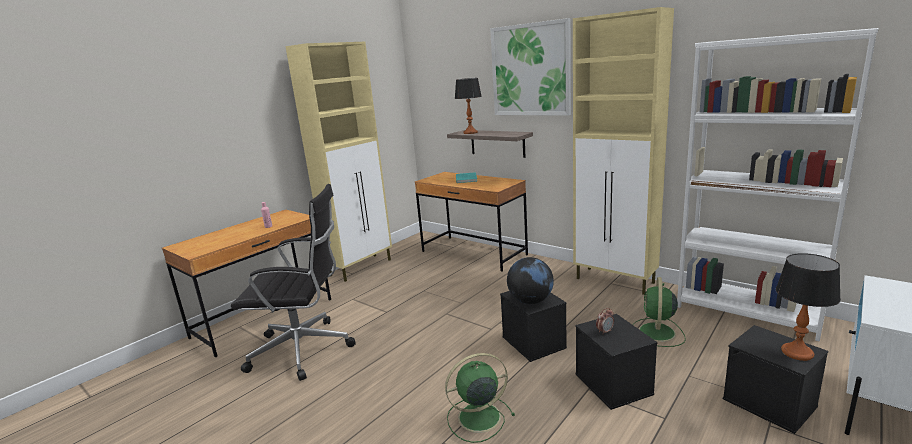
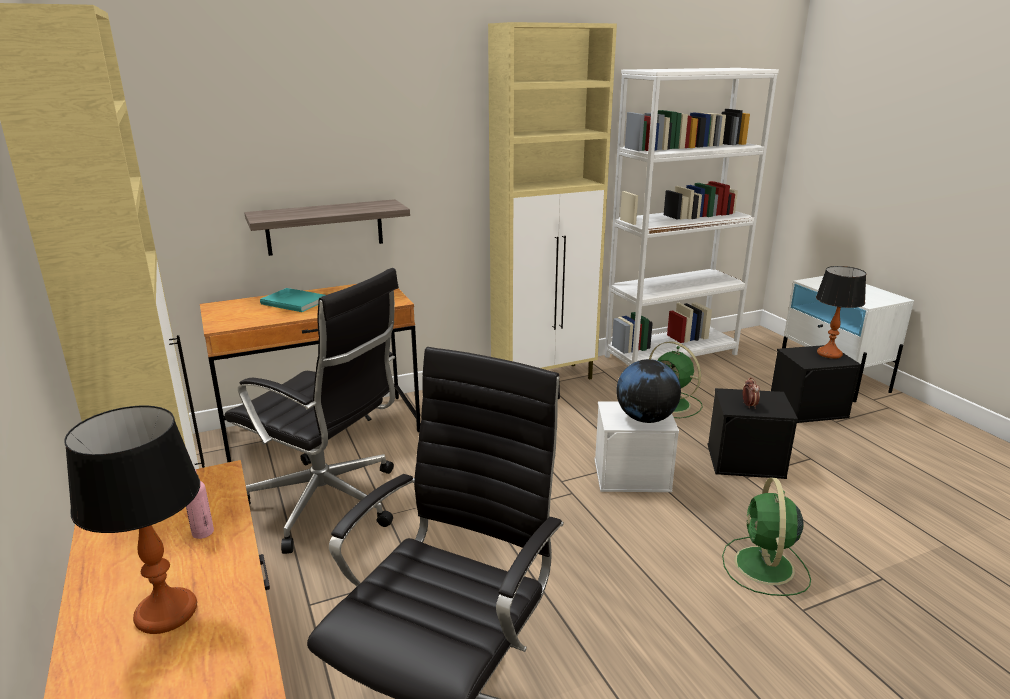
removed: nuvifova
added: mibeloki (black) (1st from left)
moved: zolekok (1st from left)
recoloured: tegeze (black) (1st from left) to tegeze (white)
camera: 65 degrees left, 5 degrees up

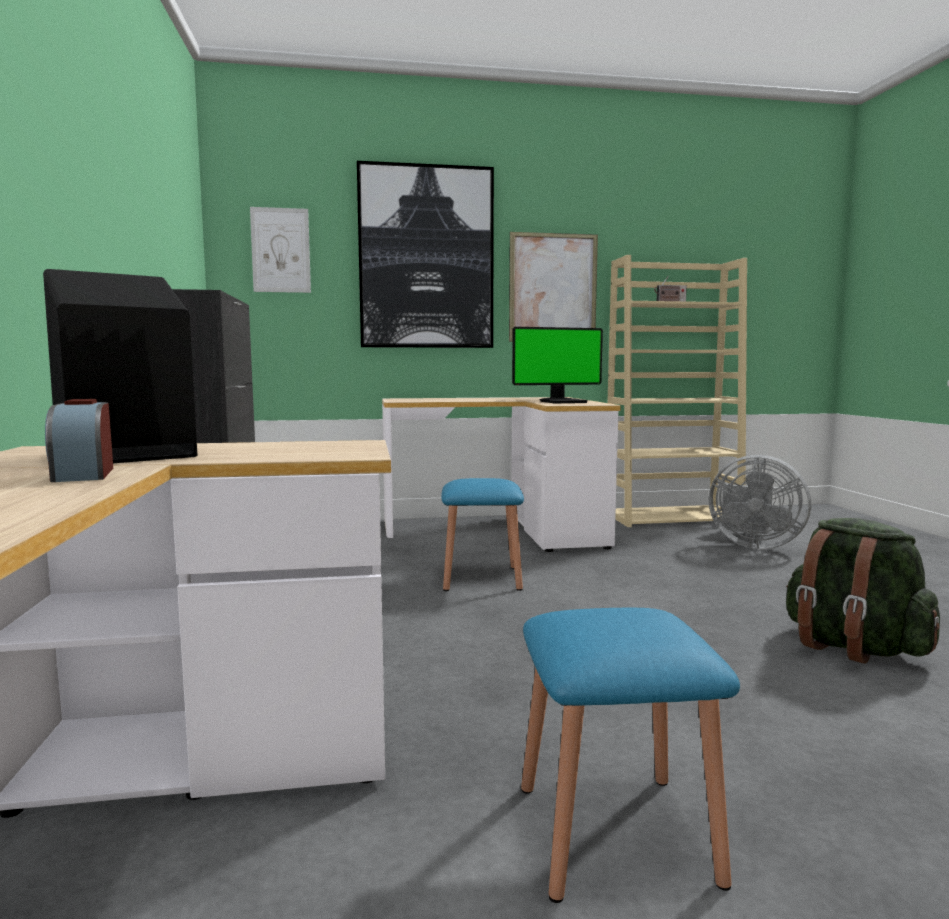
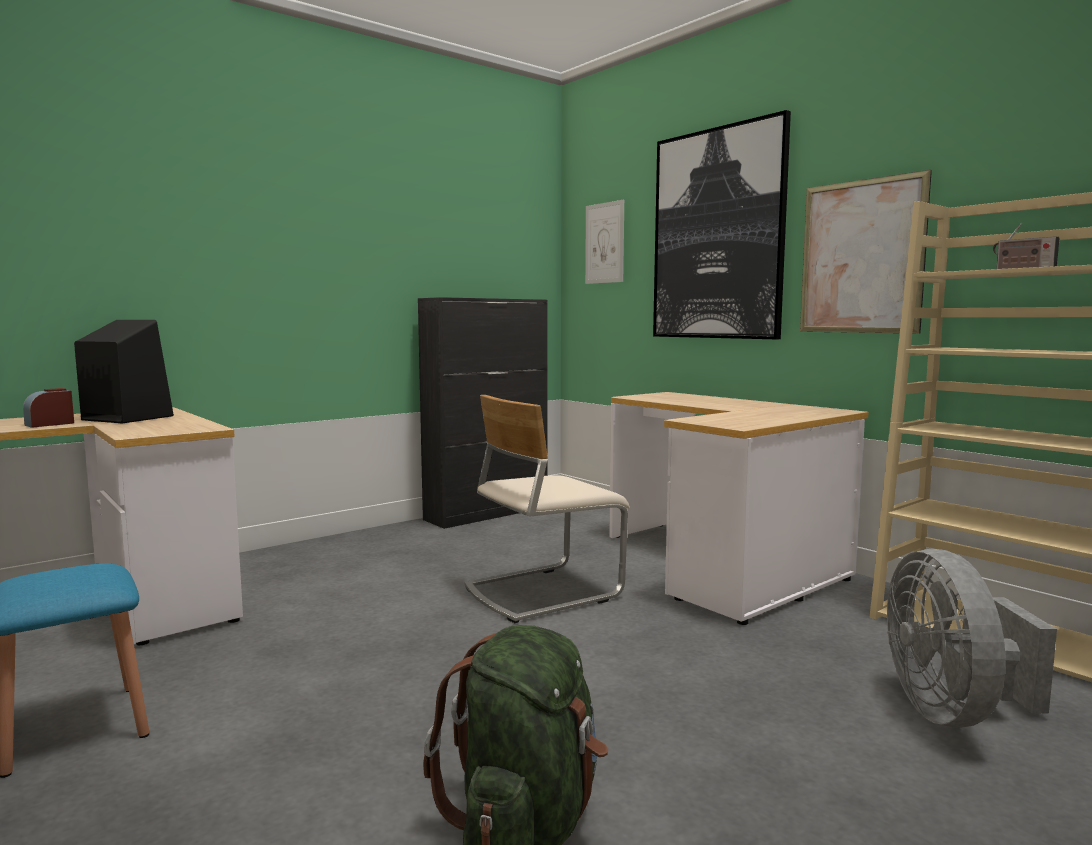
removed: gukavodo
replaced: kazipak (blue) (1st from left) to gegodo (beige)
camera: 60 degrees right, 0 degrees up

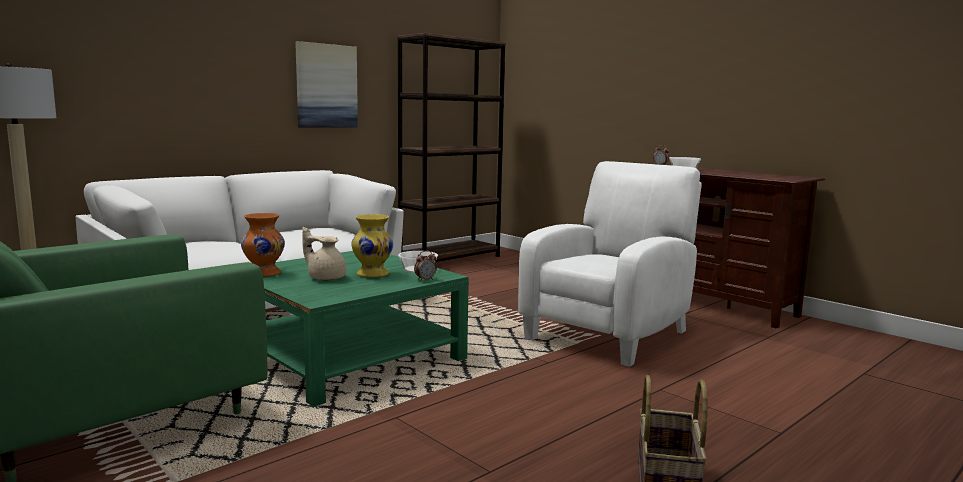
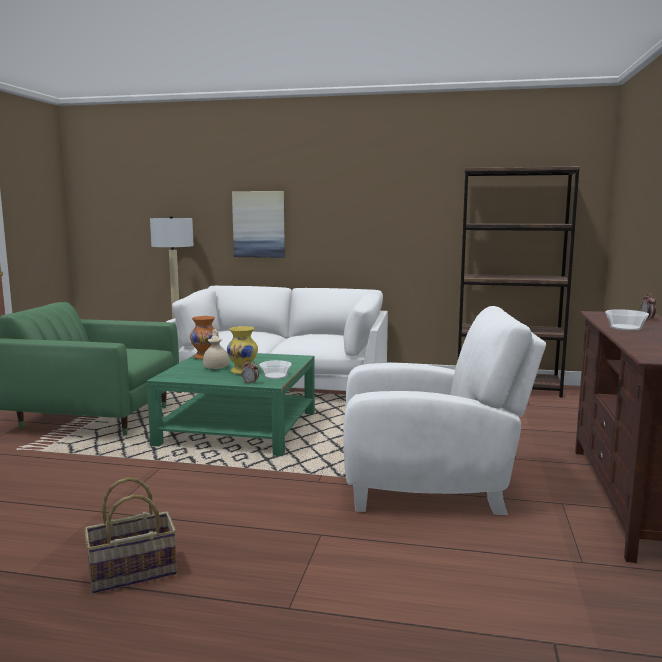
moved: nuvifova
camera: 55 degrees right, 0 degrees up

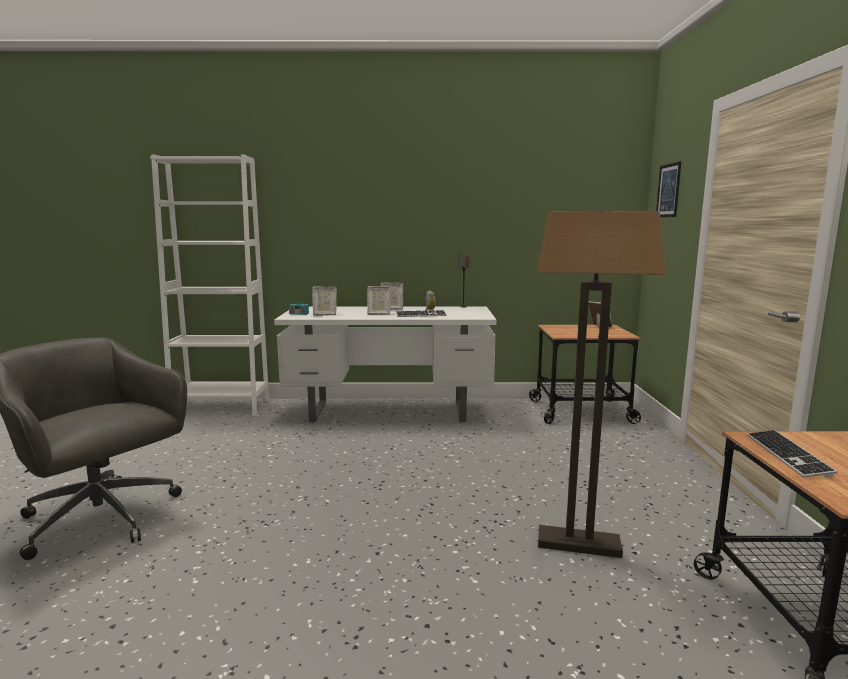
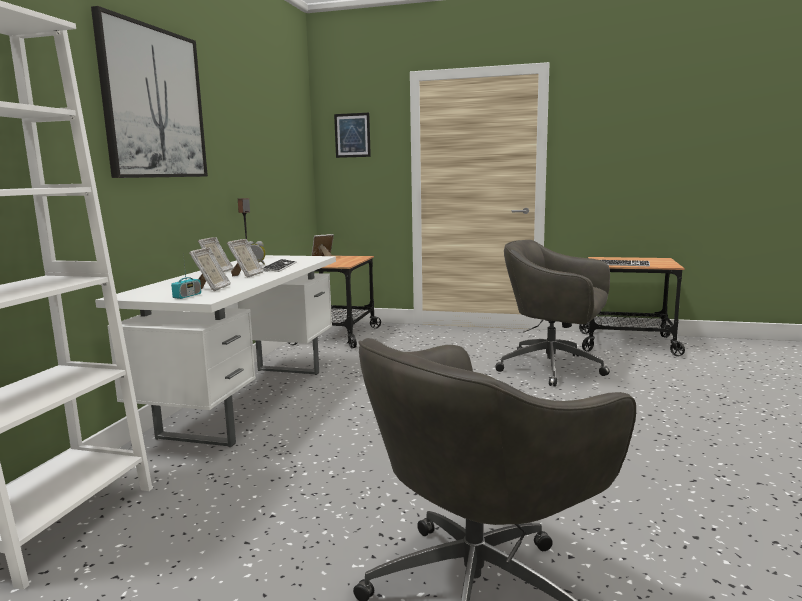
added: nuvifova (1st from left)
replaced: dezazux to mibeloki (grey) (2nd from left)
camera: 75 degrees left, 0 degrees up

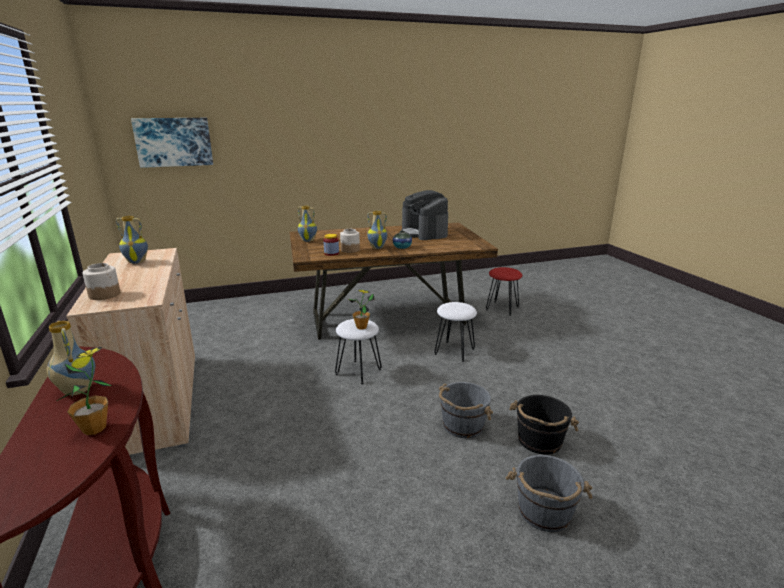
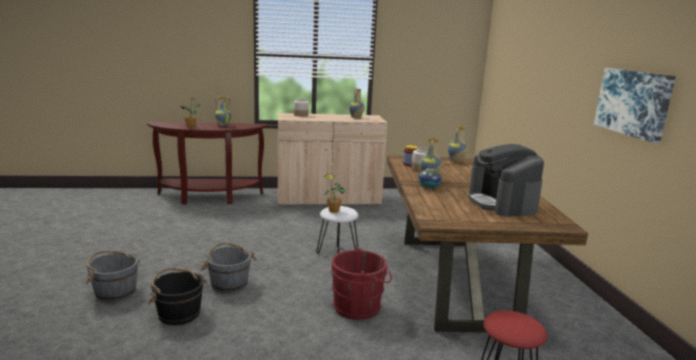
moved: nuvifova
replaced: kazipak (white) (2nd from left) to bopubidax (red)
turned: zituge 90 degrees counterclockwise
camera: 100 degrees right, 5 degrees down

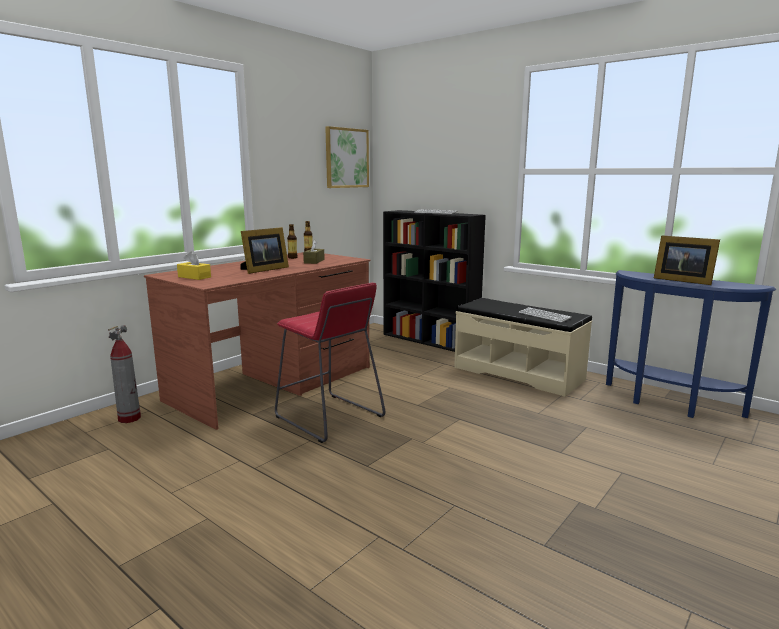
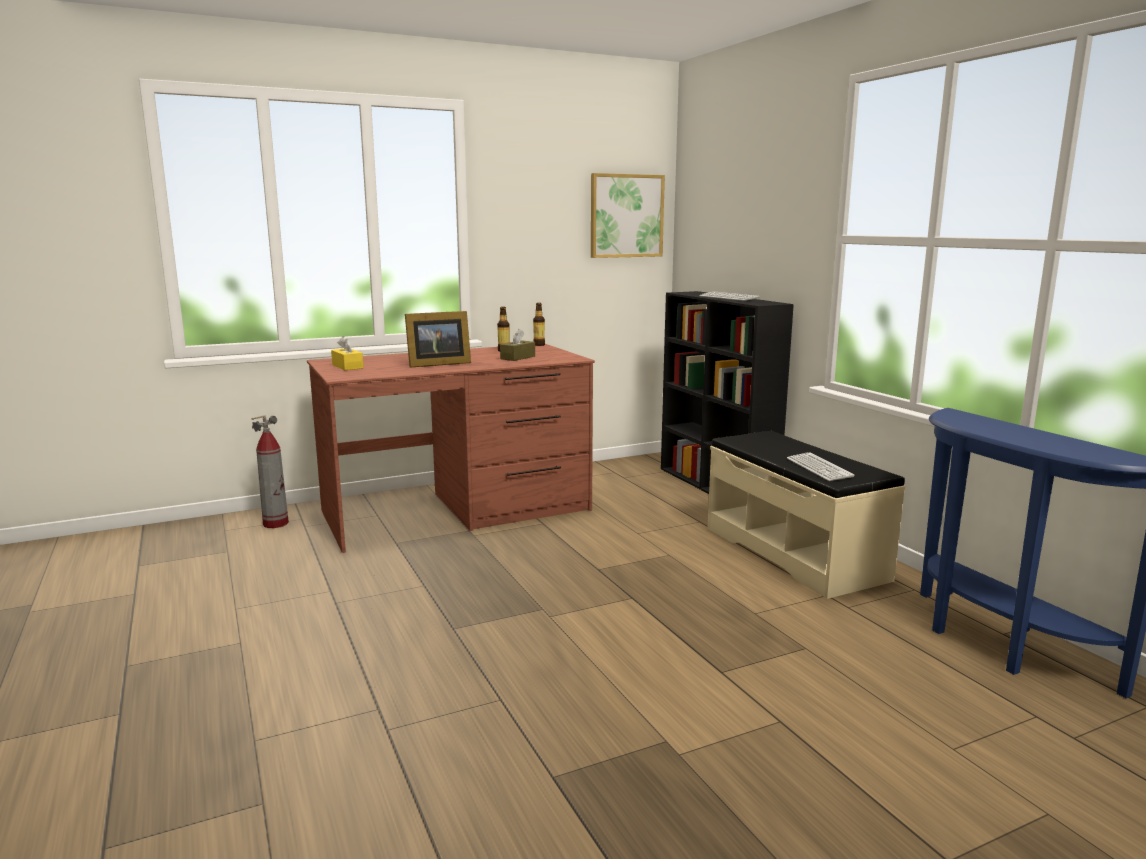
removed: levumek (2nd from left); kazipak (red)
camera: 25 degrees right, 0 degrees up

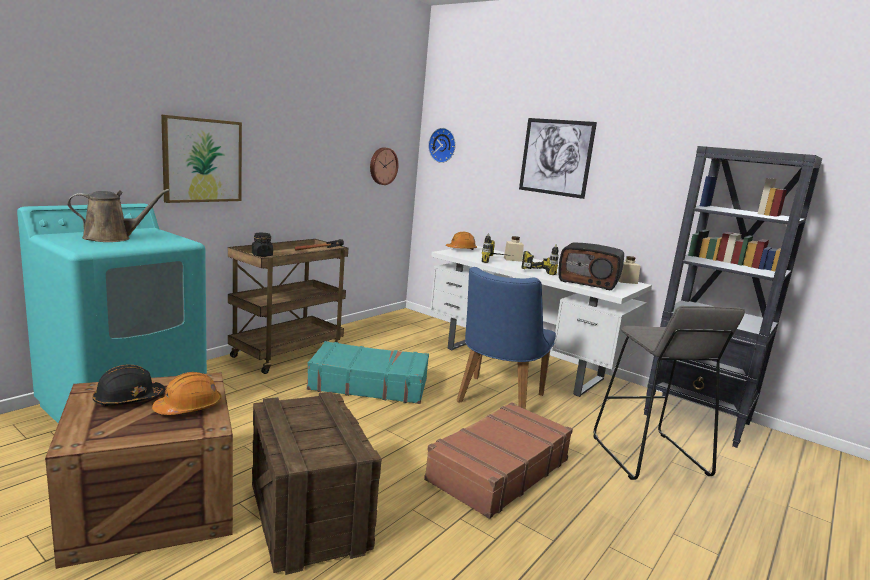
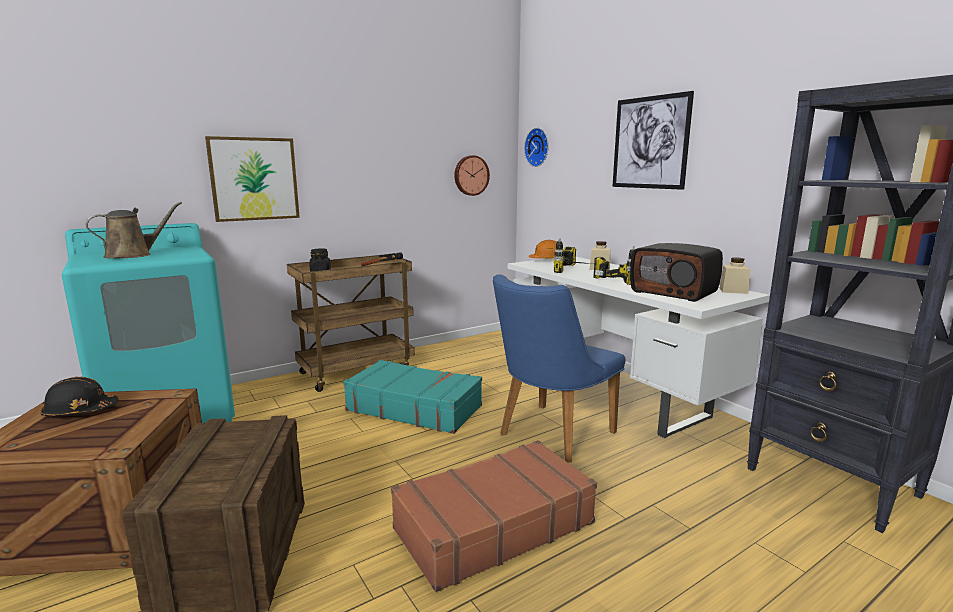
removed: kazipak (grey); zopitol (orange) (1st from left)
turned: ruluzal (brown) 45 degrees counterclockwise
camera: 20 degrees right, 0 degrees up

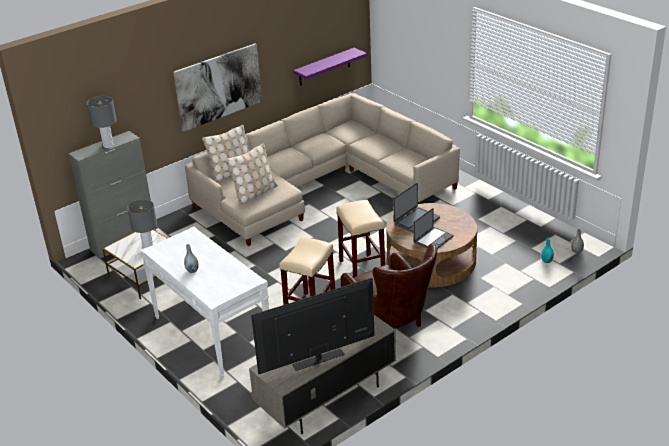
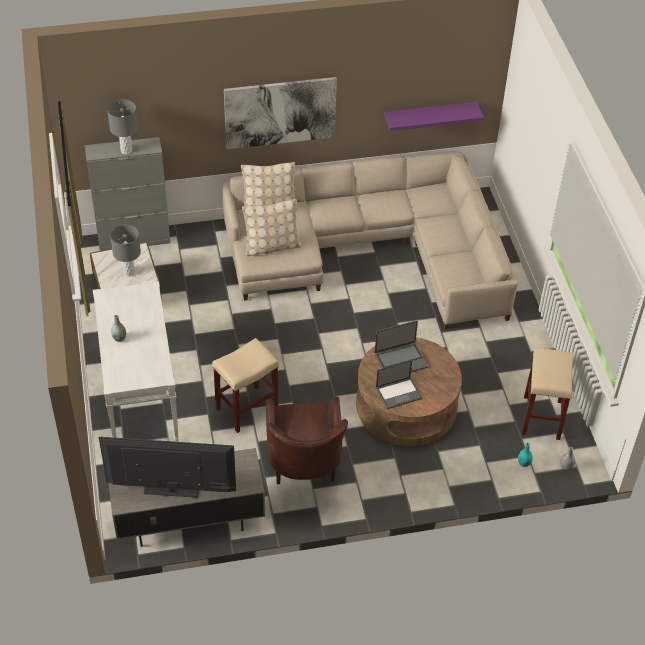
moved: kazipak (beige) (2nd from left)
camera: 25 degrees right, 15 degrees up

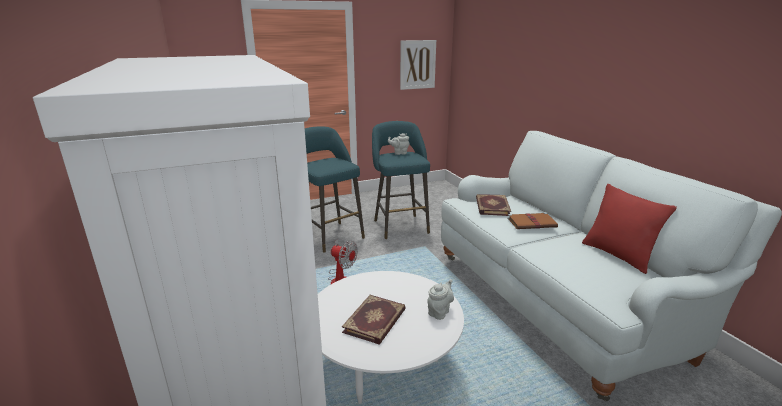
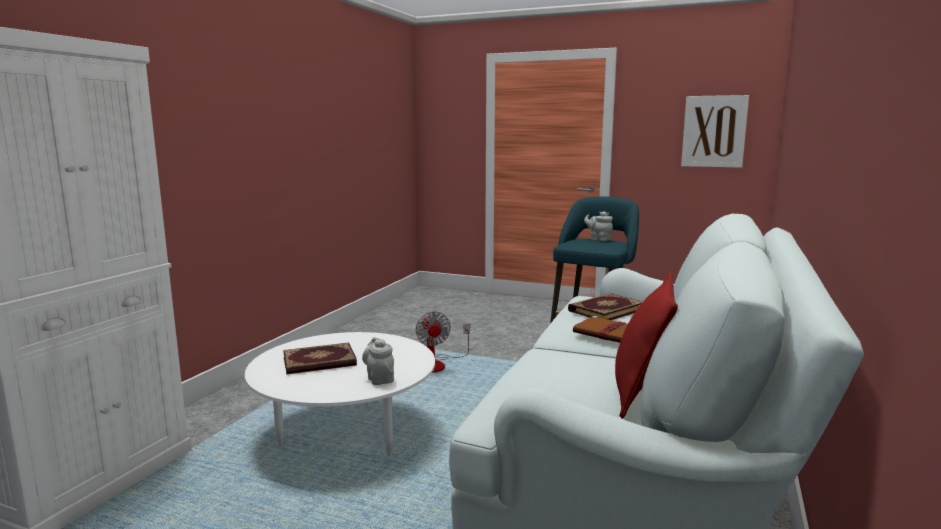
removed: kazipak (turquoise) (1st from left)
turned: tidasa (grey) (2nd from left in the first image) 105 degrees counterclockwise
camera: 45 degrees right, 10 degrees down

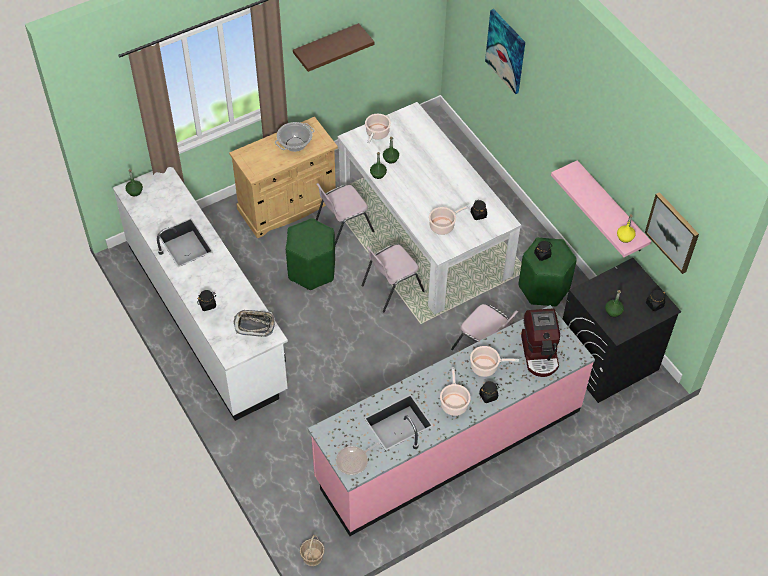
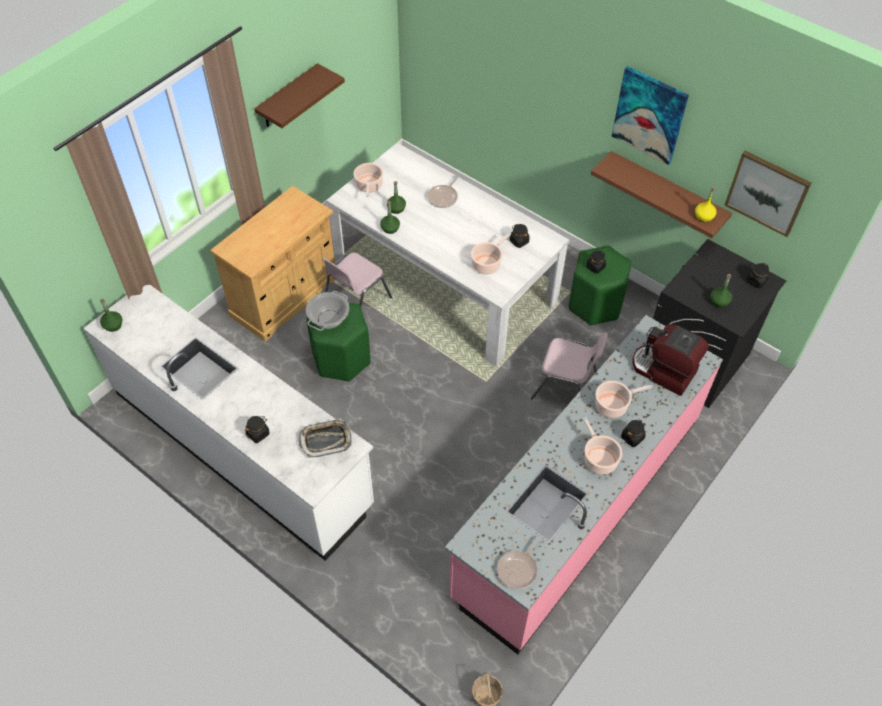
removed: gegodo (pink) (2nd from left)
added: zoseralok (1st from left)
moved: nuvifova (1st from left); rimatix (1st from left)
recoloured: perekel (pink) to perekel (brown) (2nd from left)
turned: zituge 150 degrees clockwise
camera: 20 degrees left, 0 degrees up

